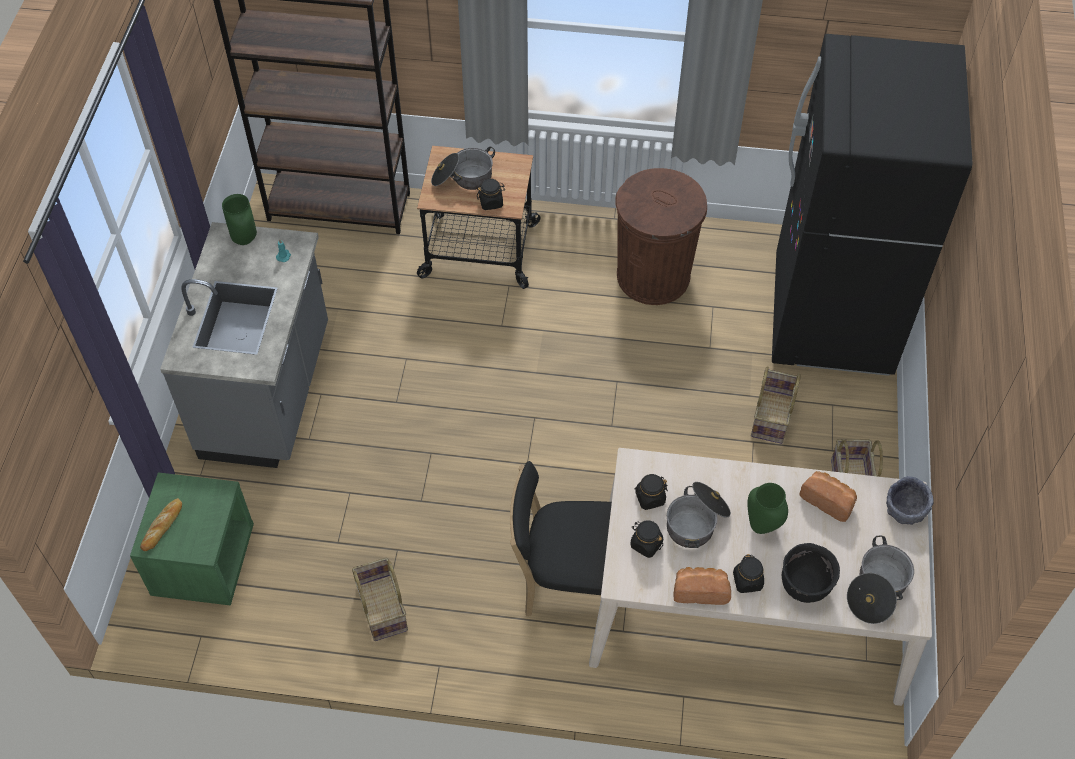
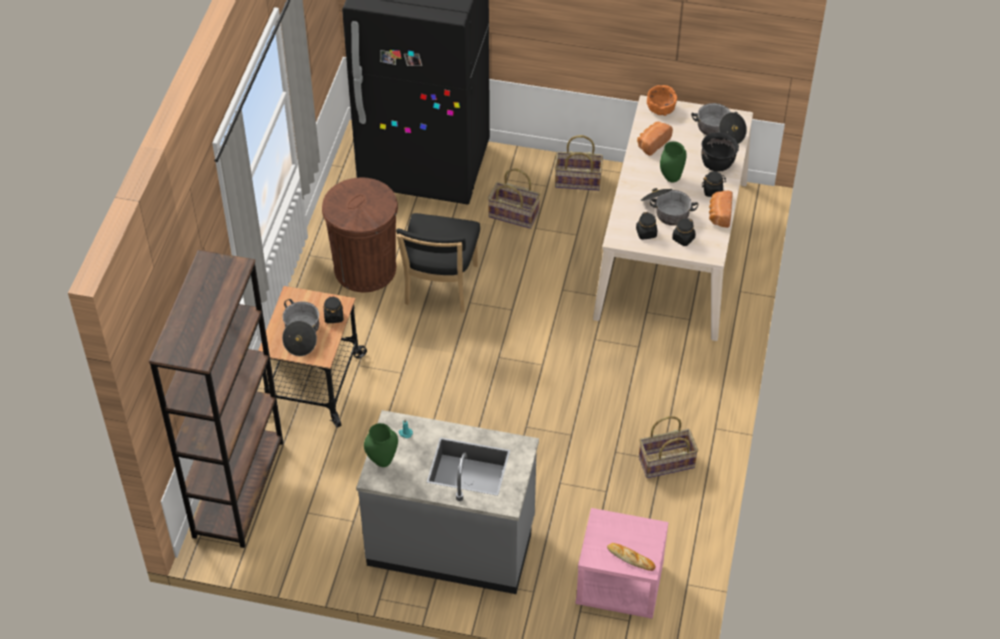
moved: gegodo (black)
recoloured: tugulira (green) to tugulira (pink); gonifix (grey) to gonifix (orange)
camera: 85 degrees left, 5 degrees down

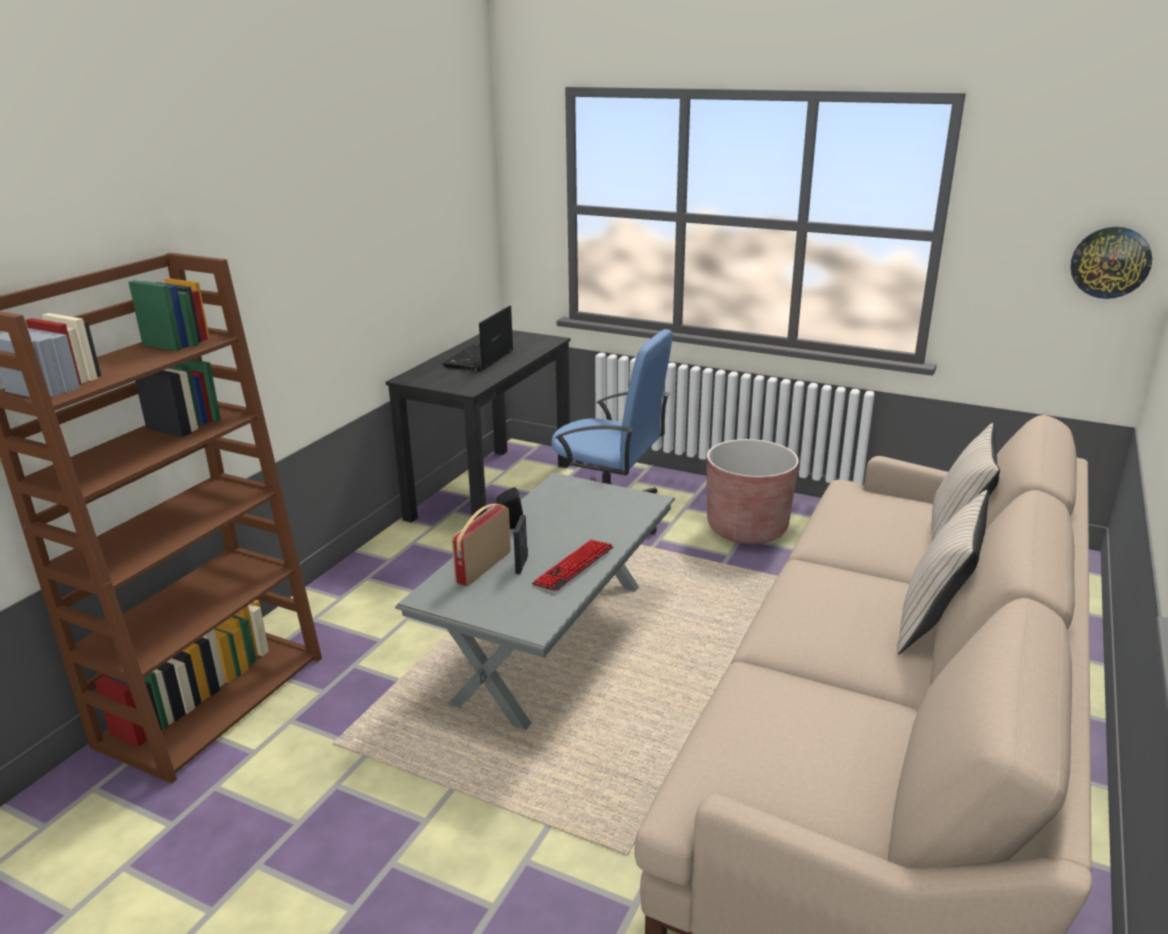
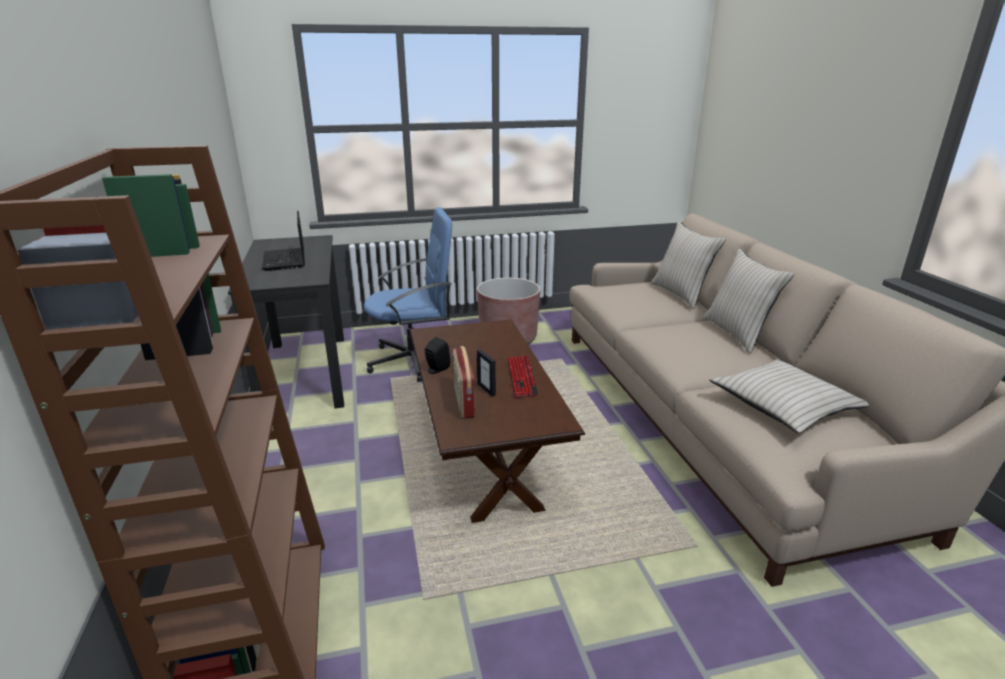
removed: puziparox
added: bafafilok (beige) (3rd from left)
recoloured: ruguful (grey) to ruguful (brown)
camera: 40 degrees left, 0 degrees up

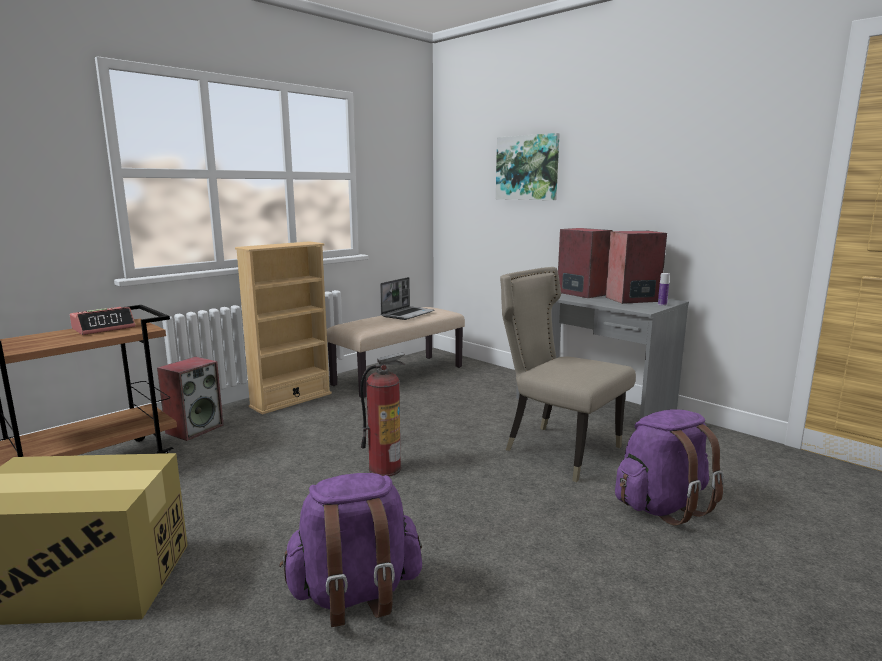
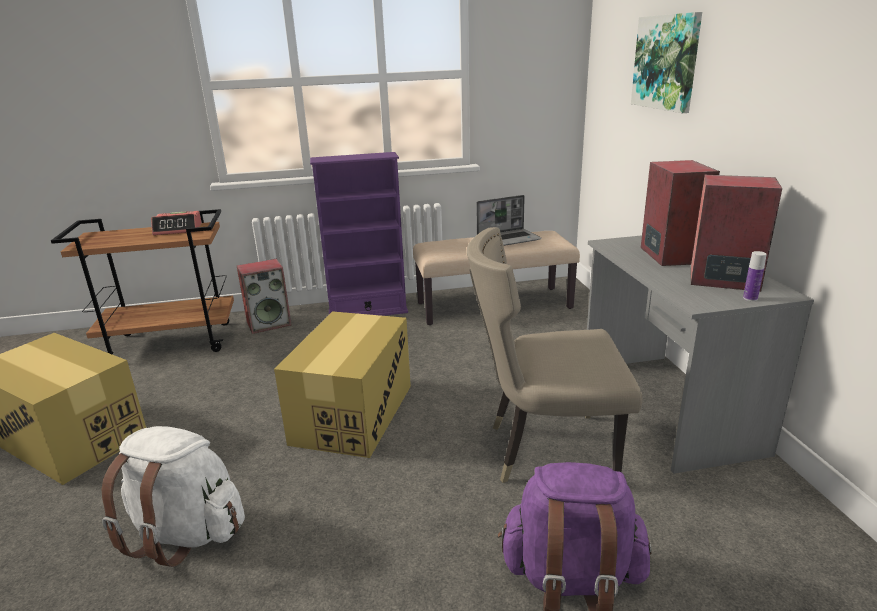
replaced: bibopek to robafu (2nd from left)
recoloured: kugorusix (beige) to kugorusix (purple); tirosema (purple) (1st from left) to tirosema (white)
turned: gegodo (beige) 75 degrees counterclockwise
camera: 35 degrees right, 10 degrees up

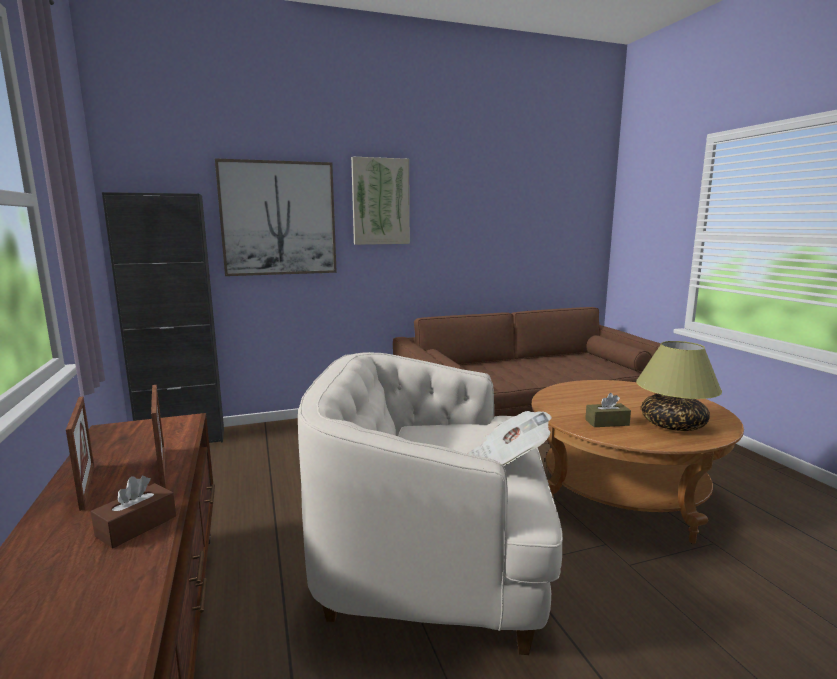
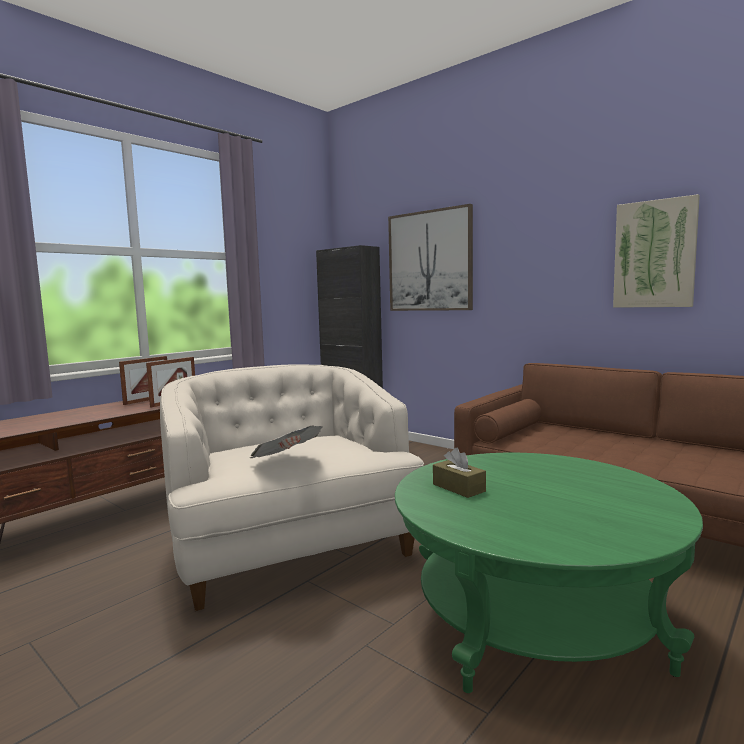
removed: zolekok; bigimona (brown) (1st from left)
moved: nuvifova (2nd from left)
recoloured: ruguful (brown) to ruguful (green)
camera: 60 degrees right, 5 degrees down

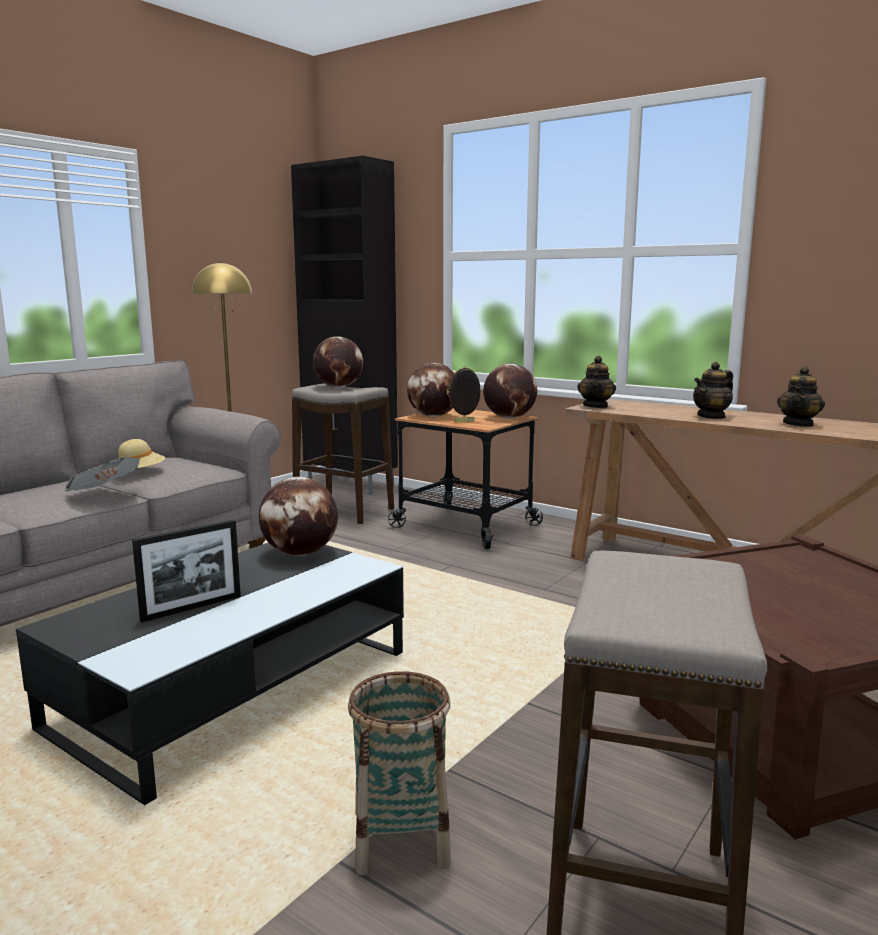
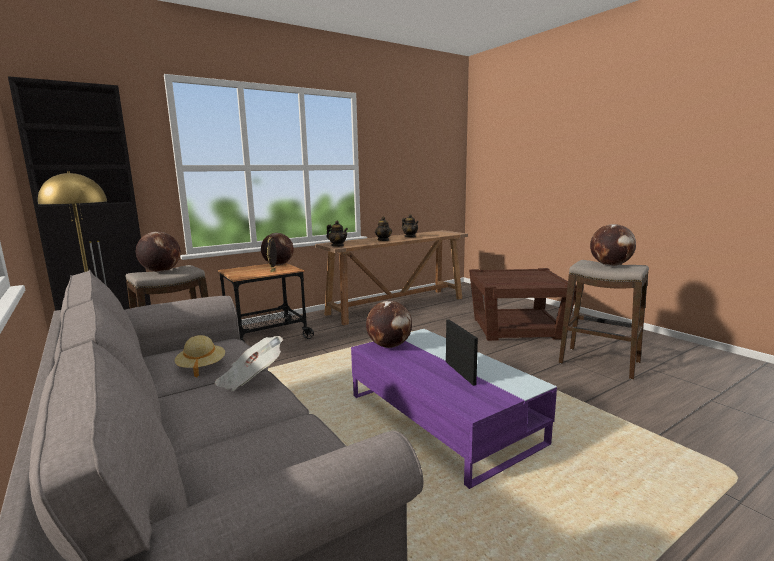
removed: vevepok
moved: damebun (3rd from left in the first image) to damebun (4th from left)
recoloured: ruguful (black) to ruguful (purple)
camera: 70 degrees left, 0 degrees up

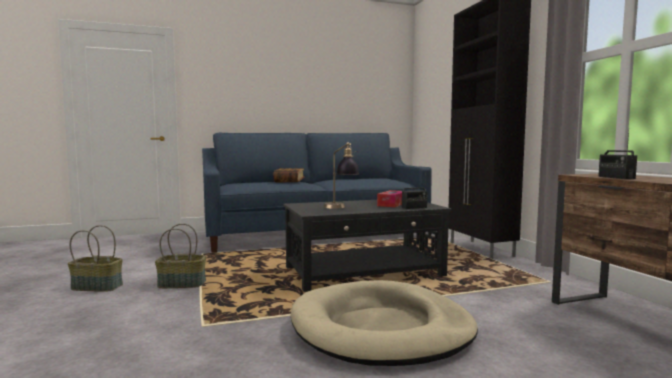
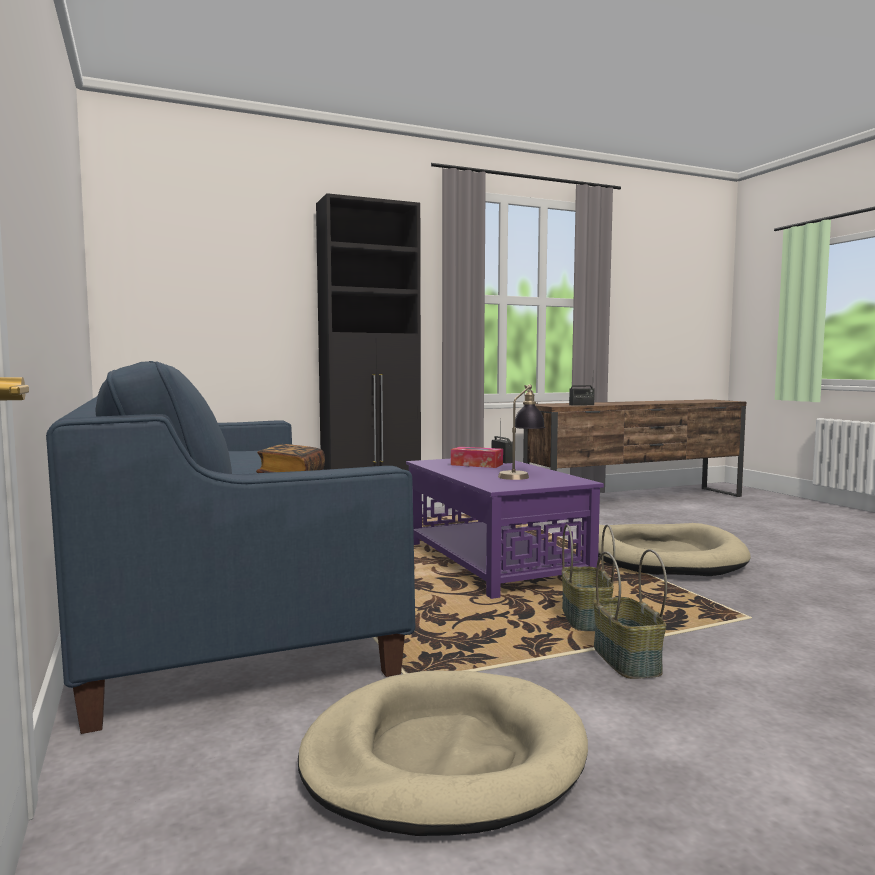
added: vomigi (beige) (1st from left)
moved: vevepok (1st from left)
recoloured: ruguful (black) to ruguful (purple)
camera: 95 degrees left, 0 degrees up

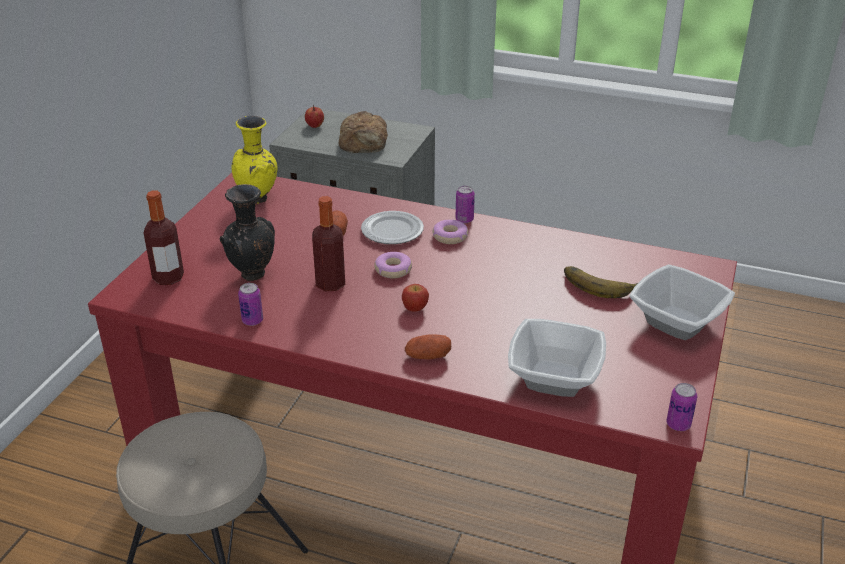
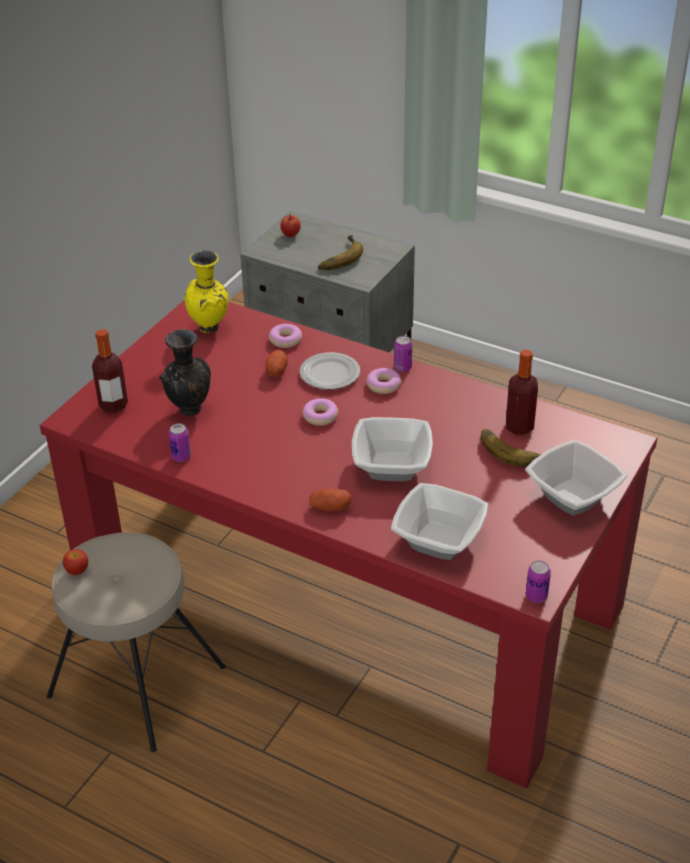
added: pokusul (1st from left); gonifix (1st from left)
moved: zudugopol (2nd from left); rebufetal (2nd from left in the first image) to rebufetal (1st from left)
replaced: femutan to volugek (1st from left)
camera: 10 degrees right, 5 degrees up

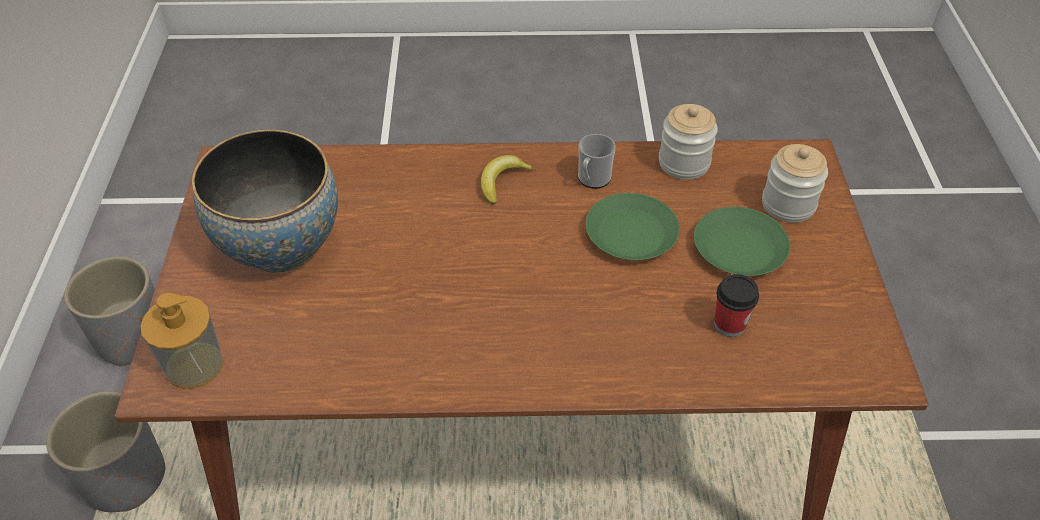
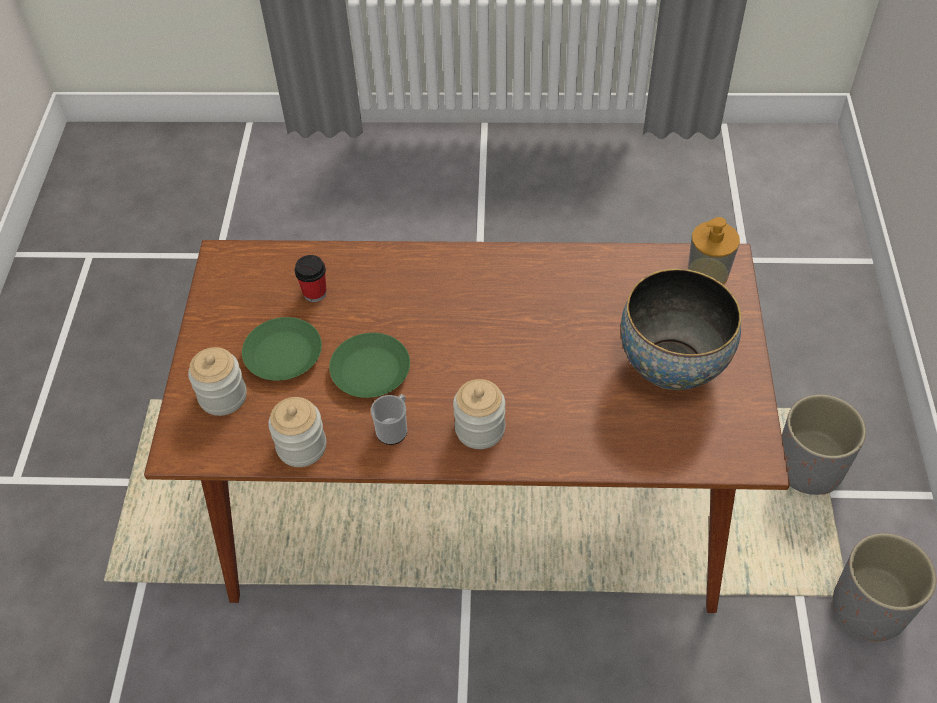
replaced: volugek to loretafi (3rd from left)
camera: 175 degrees left, 5 degrees up

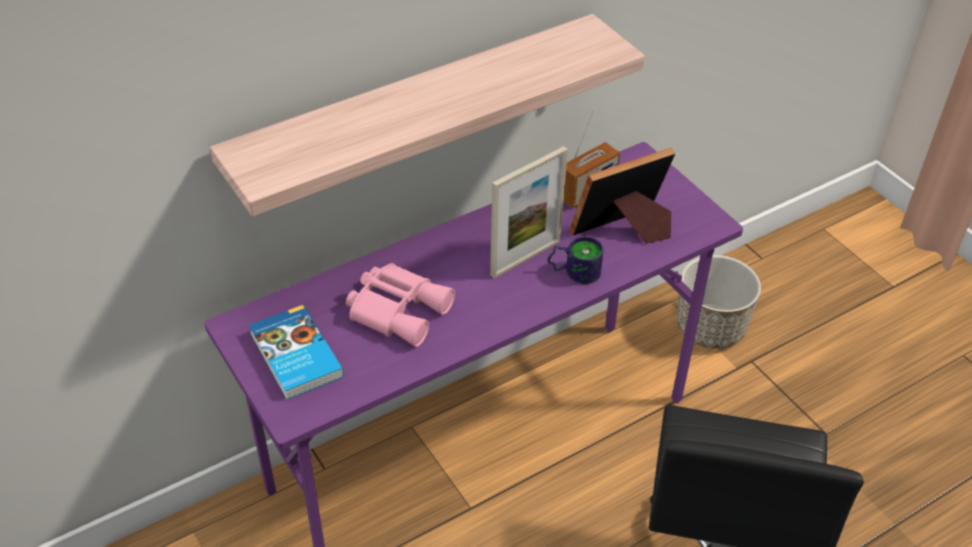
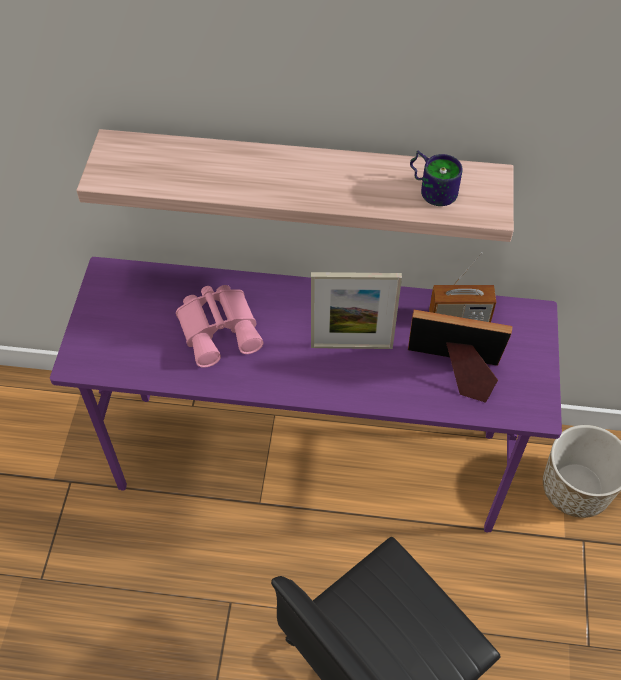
removed: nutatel
moved: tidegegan
camera: 40 degrees right, 10 degrees up

